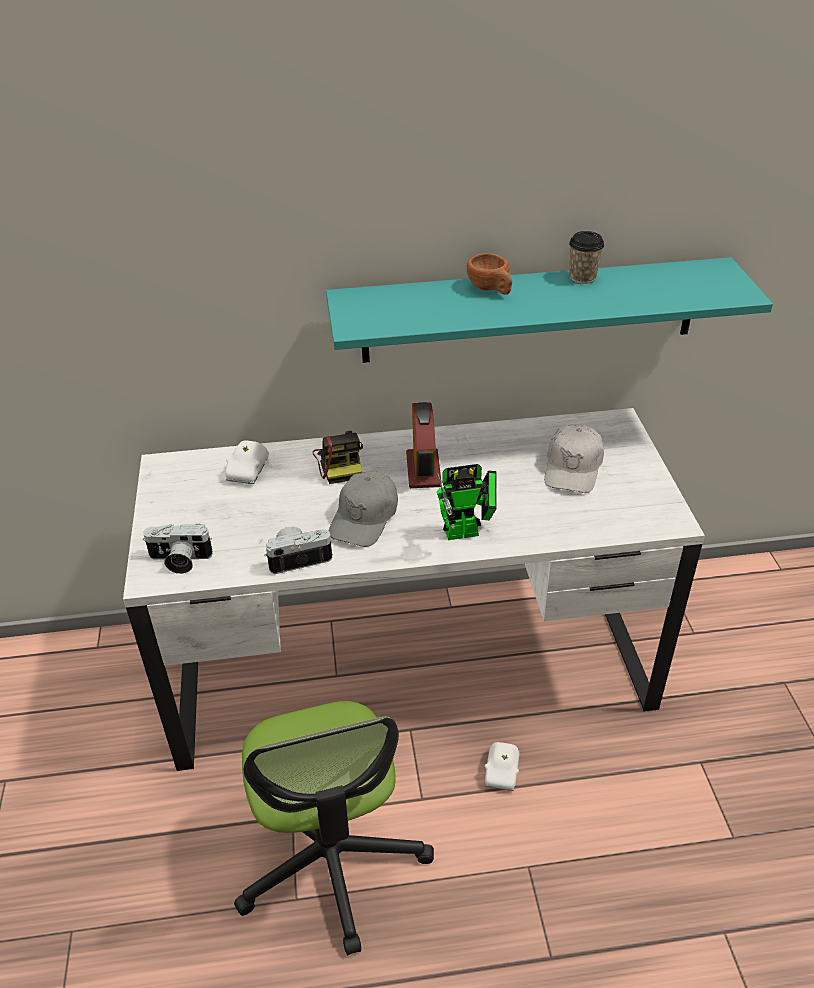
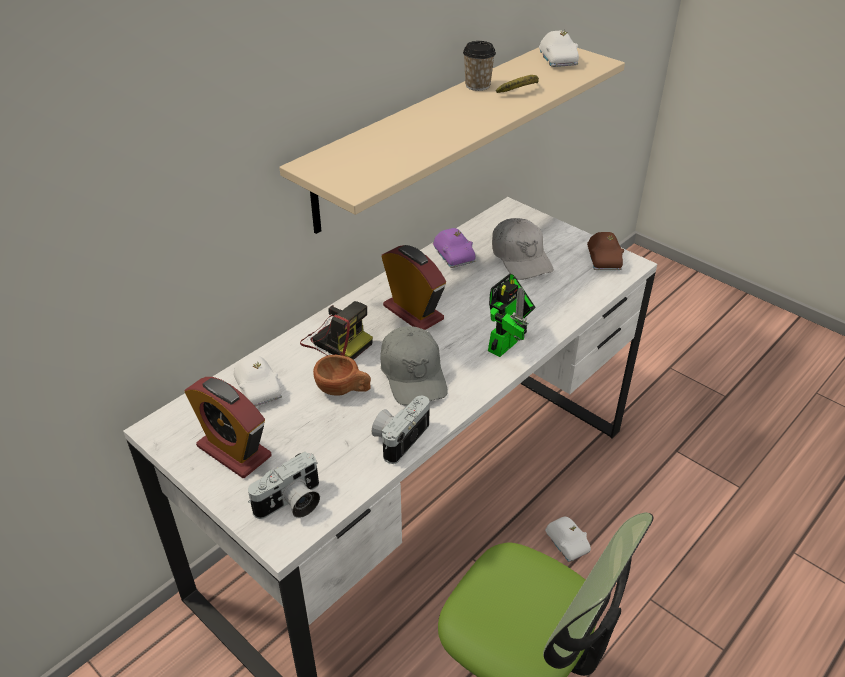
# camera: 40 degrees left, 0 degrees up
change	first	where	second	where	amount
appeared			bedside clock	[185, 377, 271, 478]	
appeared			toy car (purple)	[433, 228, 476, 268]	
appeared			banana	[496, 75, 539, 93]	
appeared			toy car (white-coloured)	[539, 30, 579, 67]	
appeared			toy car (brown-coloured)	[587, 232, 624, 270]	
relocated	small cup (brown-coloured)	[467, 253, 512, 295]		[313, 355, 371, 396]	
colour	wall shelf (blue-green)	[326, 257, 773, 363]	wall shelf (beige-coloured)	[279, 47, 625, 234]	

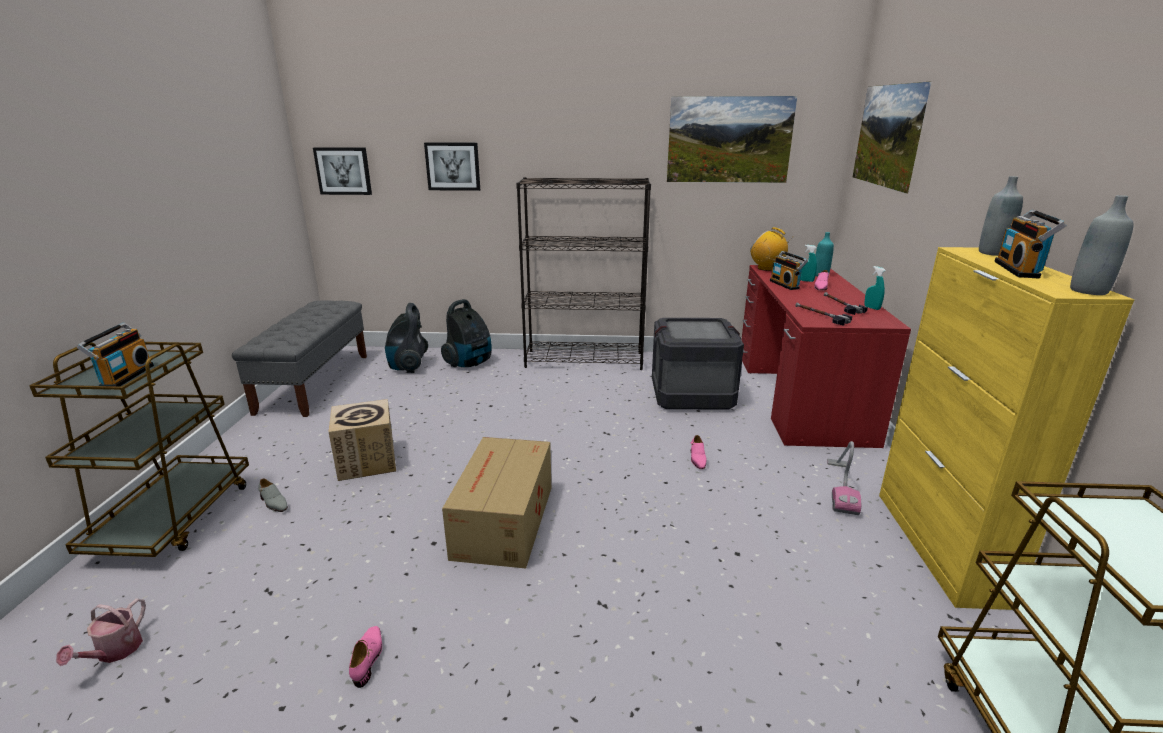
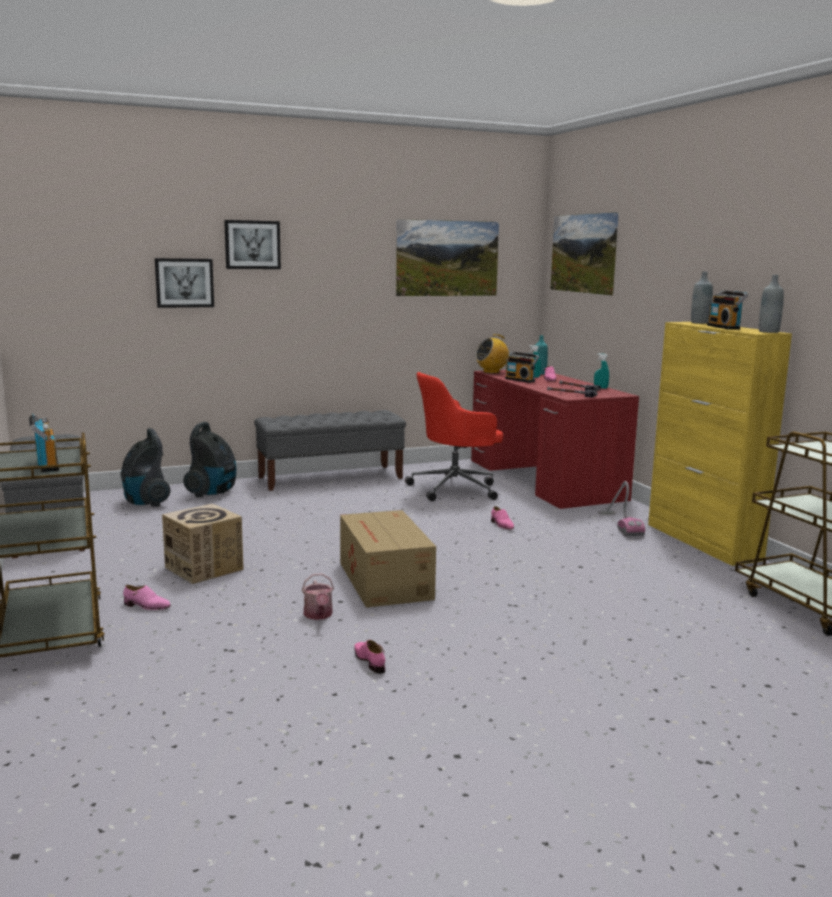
# camera: 25 degrees left, 10 degrees down
change	first	where	second	where	amount
relocated	watering pot	[56, 598, 146, 666]		[302, 573, 334, 620]	
relocated	picture	[313, 147, 372, 195]		[224, 220, 281, 269]	
exchanged	bookcase (black)	[516, 177, 651, 370]	indoor bench (grey)	[254, 410, 406, 491]	
exchanged	packing crate	[652, 318, 744, 410]	office chair (red)	[405, 372, 503, 501]	
colour	item of footwear (grey)	[258, 478, 288, 512]	item of footwear (pinkish)	[123, 585, 171, 610]	
spun	radio set	[750, 227, 791, 271]		[475, 334, 509, 373]	45 degrees counterclockwise

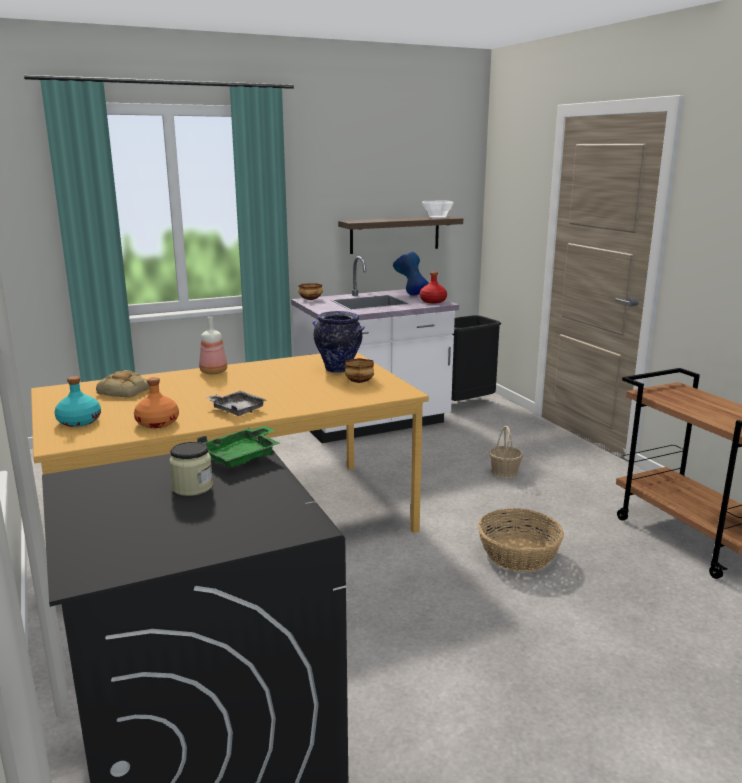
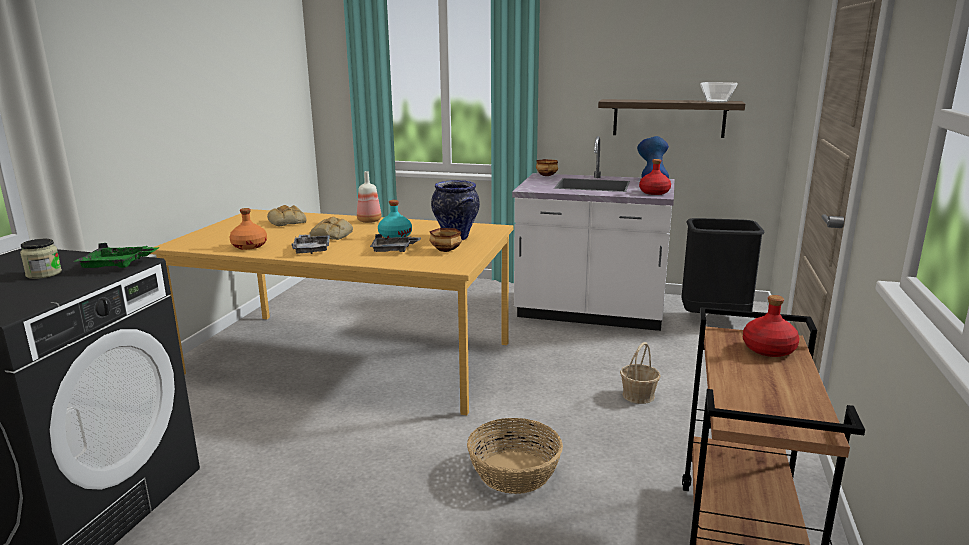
# camera: 40 degrees right, 0 degrees up
change	first	where	second	where	amount
appeared			baked bread	[309, 217, 353, 240]	
appeared			tray (grey)	[370, 234, 421, 252]	
appeared			beverage bottle (red)	[743, 295, 800, 357]	
relocated	beverage bottle (blue-green)	[54, 376, 101, 427]		[378, 200, 412, 238]	

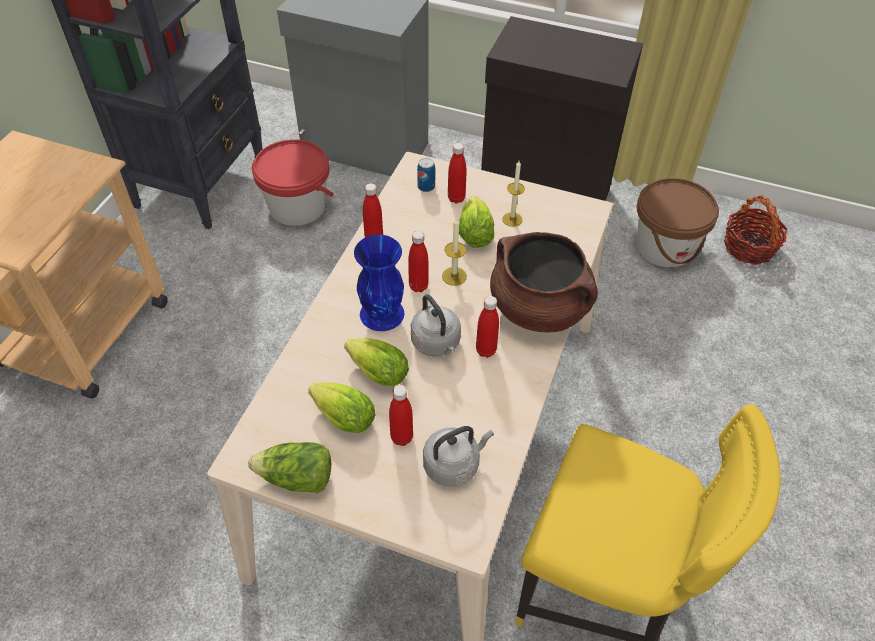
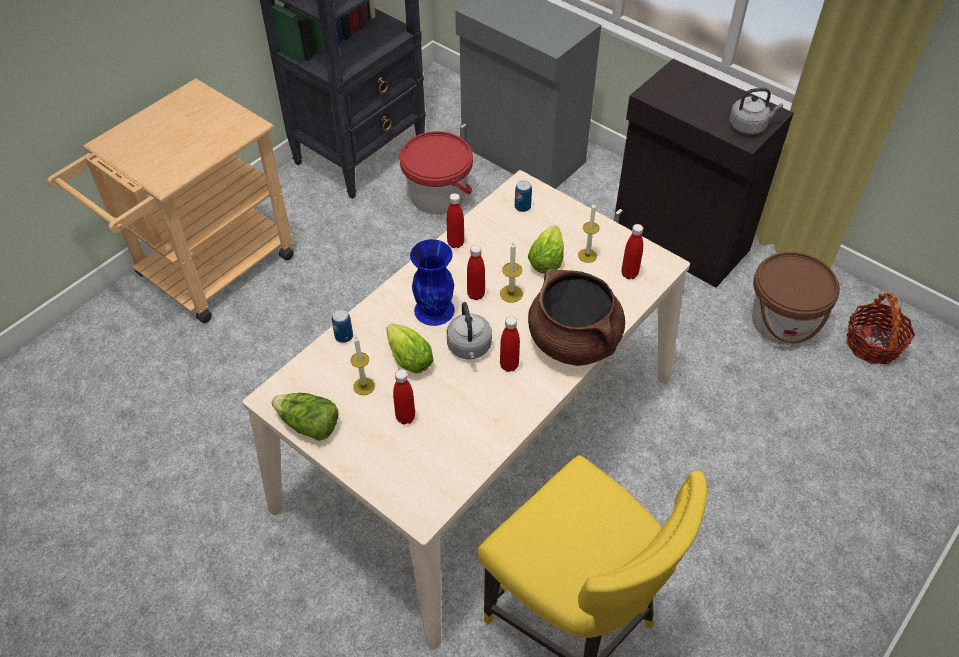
# camera: 20 degrees right, 0 degrees up
change	first	where	second	where	amount
appeared			sealed can	[332, 309, 353, 343]	
relocated	water kettle (grey)	[423, 426, 494, 487]		[729, 88, 783, 134]	
relocated	beverage bottle (red)	[448, 143, 467, 204]		[621, 224, 643, 279]	
exchanged	lettuce head	[308, 383, 375, 433]	wax candle	[350, 337, 375, 395]	

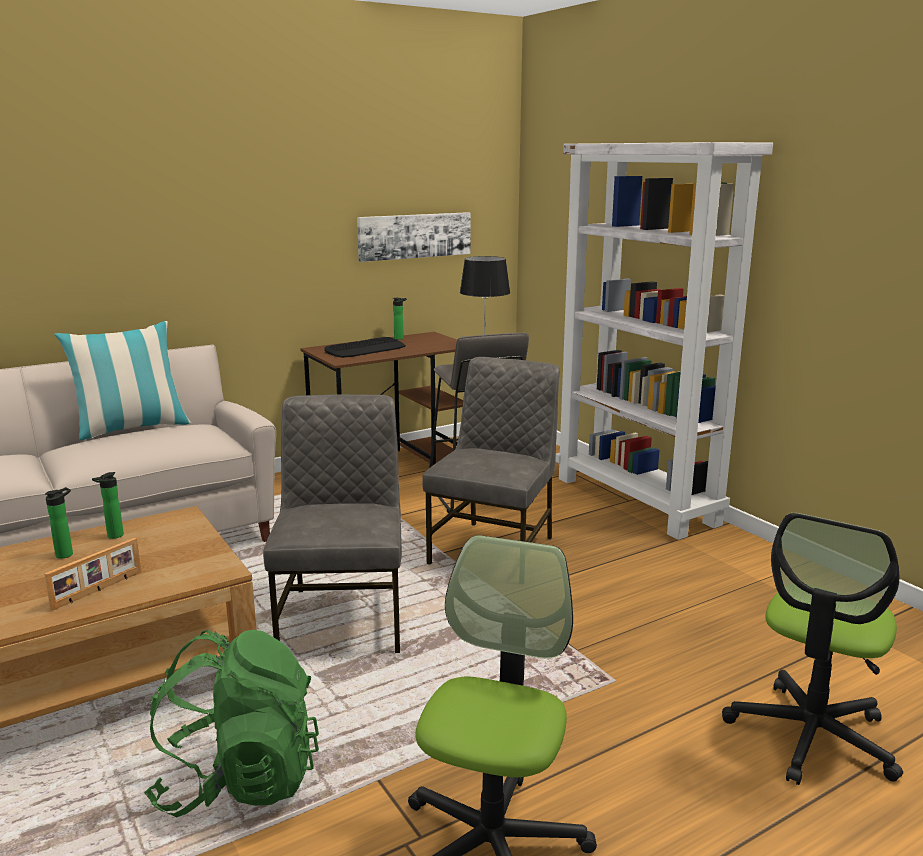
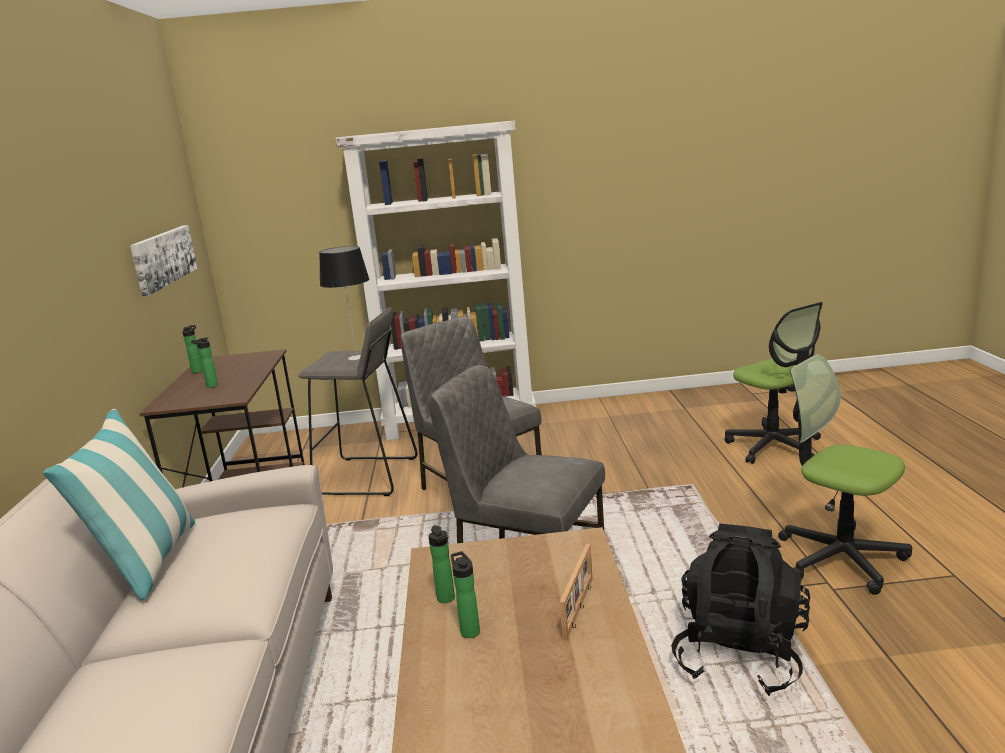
# camera: 60 degrees left, 0 degrees up
change	first	where	second	where	amount
exchanged	keyboard	[324, 337, 406, 358]	beverage bottle	[191, 337, 218, 388]	
colour	backpack (green)	[144, 630, 319, 817]	backpack (black)	[671, 523, 811, 696]	
spun	photo frame	[44, 538, 141, 611]		[560, 544, 593, 640]	45 degrees clockwise

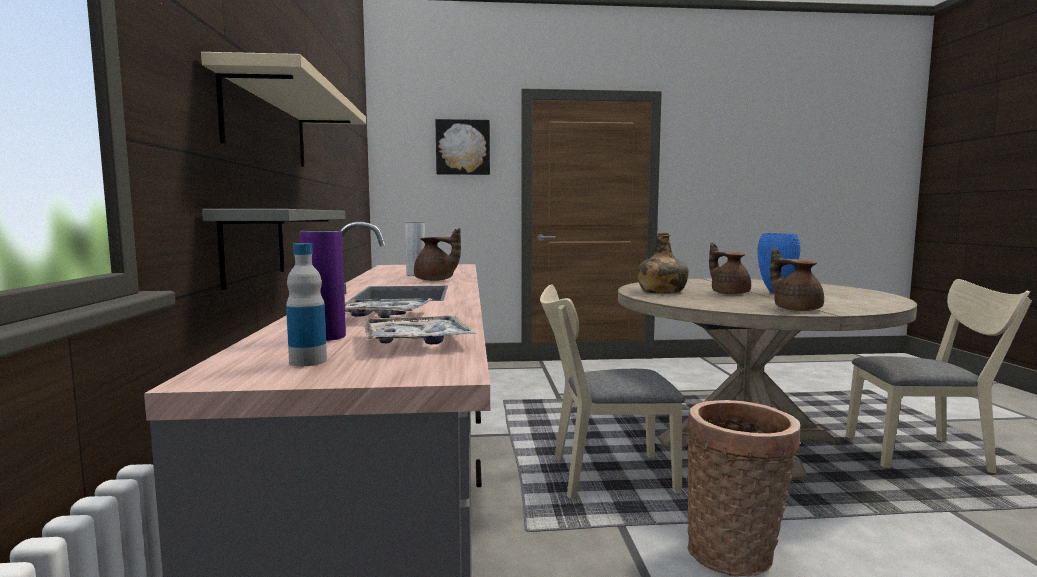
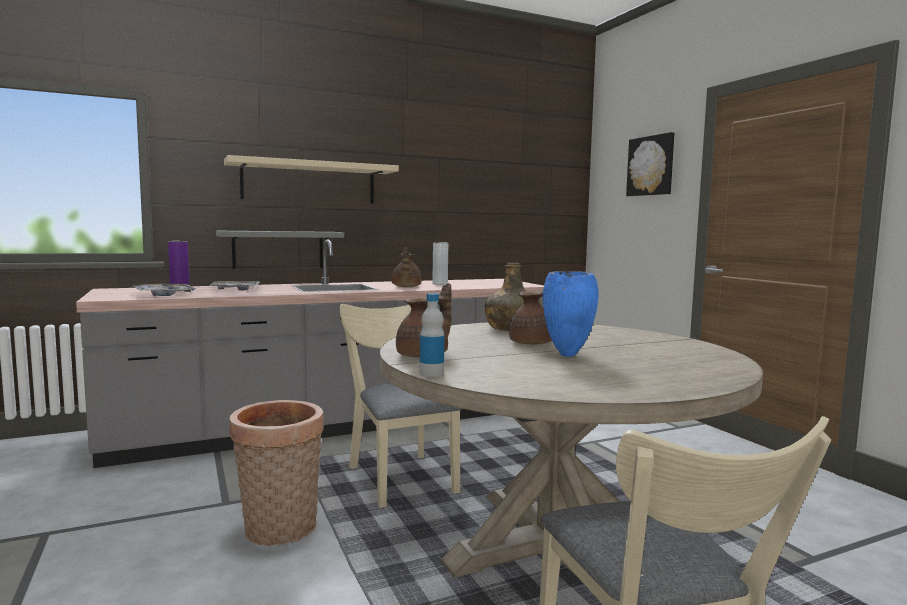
# camera: 70 degrees right, 0 degrees up
change	first	where	second	where	amount
relocated	beverage bottle	[286, 243, 327, 366]		[420, 293, 444, 377]	

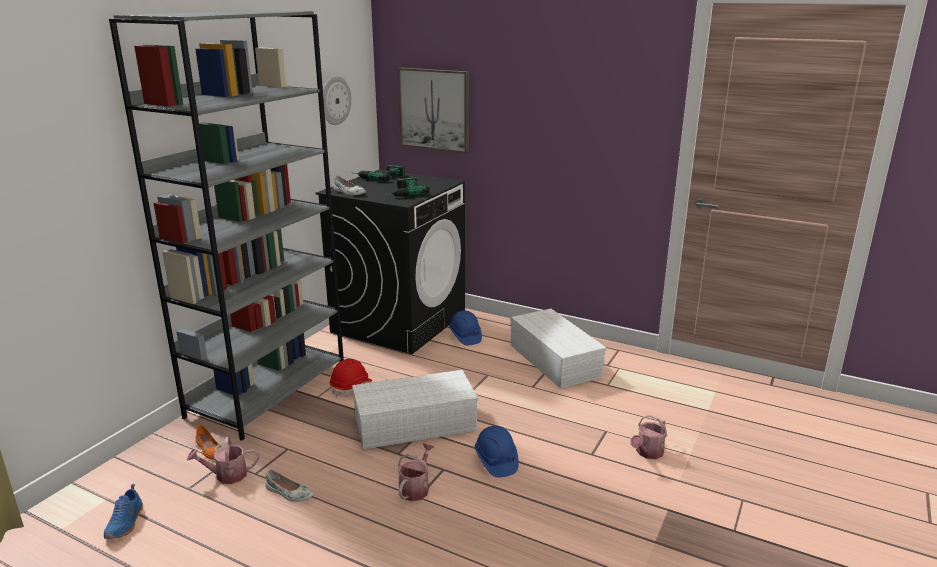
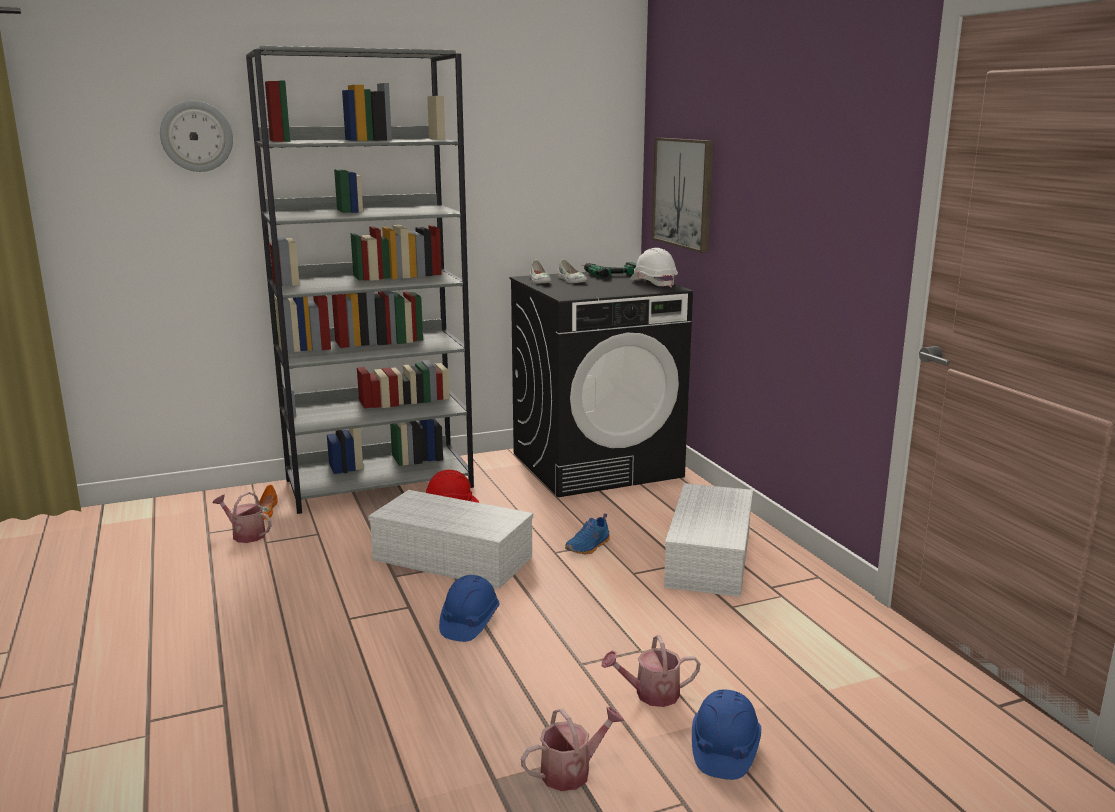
# camera: 40 degrees right, 5 degrees down
change	first	where	second	where	amount
missing	drill	[384, 177, 430, 197]			
appeared			work helmet (white-coloured)	[630, 248, 678, 288]	
relocated	item of footwear (blue)	[104, 484, 143, 539]		[565, 513, 610, 555]	
relocated	item of footwear (white-coloured)	[265, 470, 313, 502]		[558, 260, 587, 283]	
relocated	clock on the wall	[323, 76, 351, 125]		[160, 101, 233, 172]	
relocated	watering pot	[398, 443, 435, 501]		[521, 706, 624, 791]	
relocated	work helmet (blue)	[449, 310, 482, 345]		[692, 689, 761, 780]	

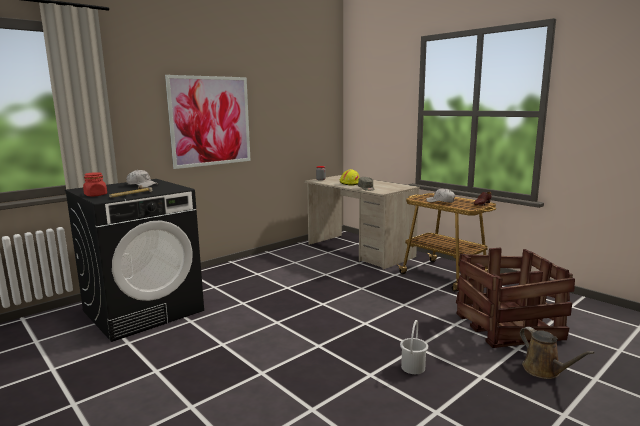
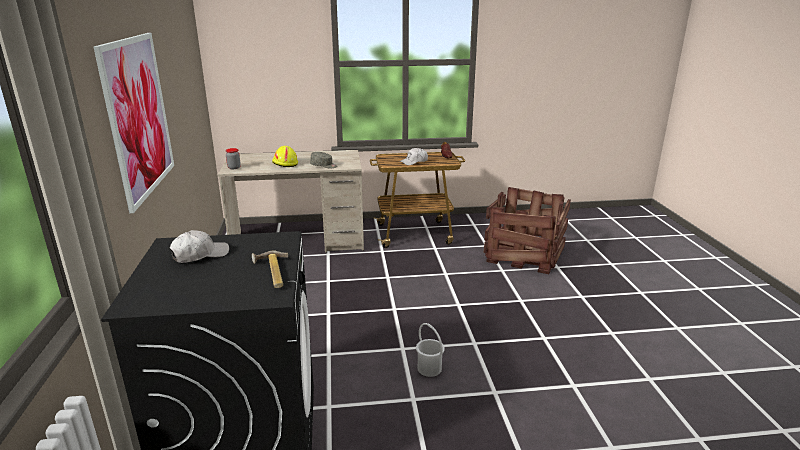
# camera: 55 degrees left, 10 degrees up
change	first	where	second	where	amount
missing	storage jar (red)	[83, 172, 107, 196]			
missing	watering pot (brown-coloured)	[520, 327, 595, 379]			
relocated	pail (white-coloured)	[400, 320, 428, 374]		[416, 323, 445, 377]	

